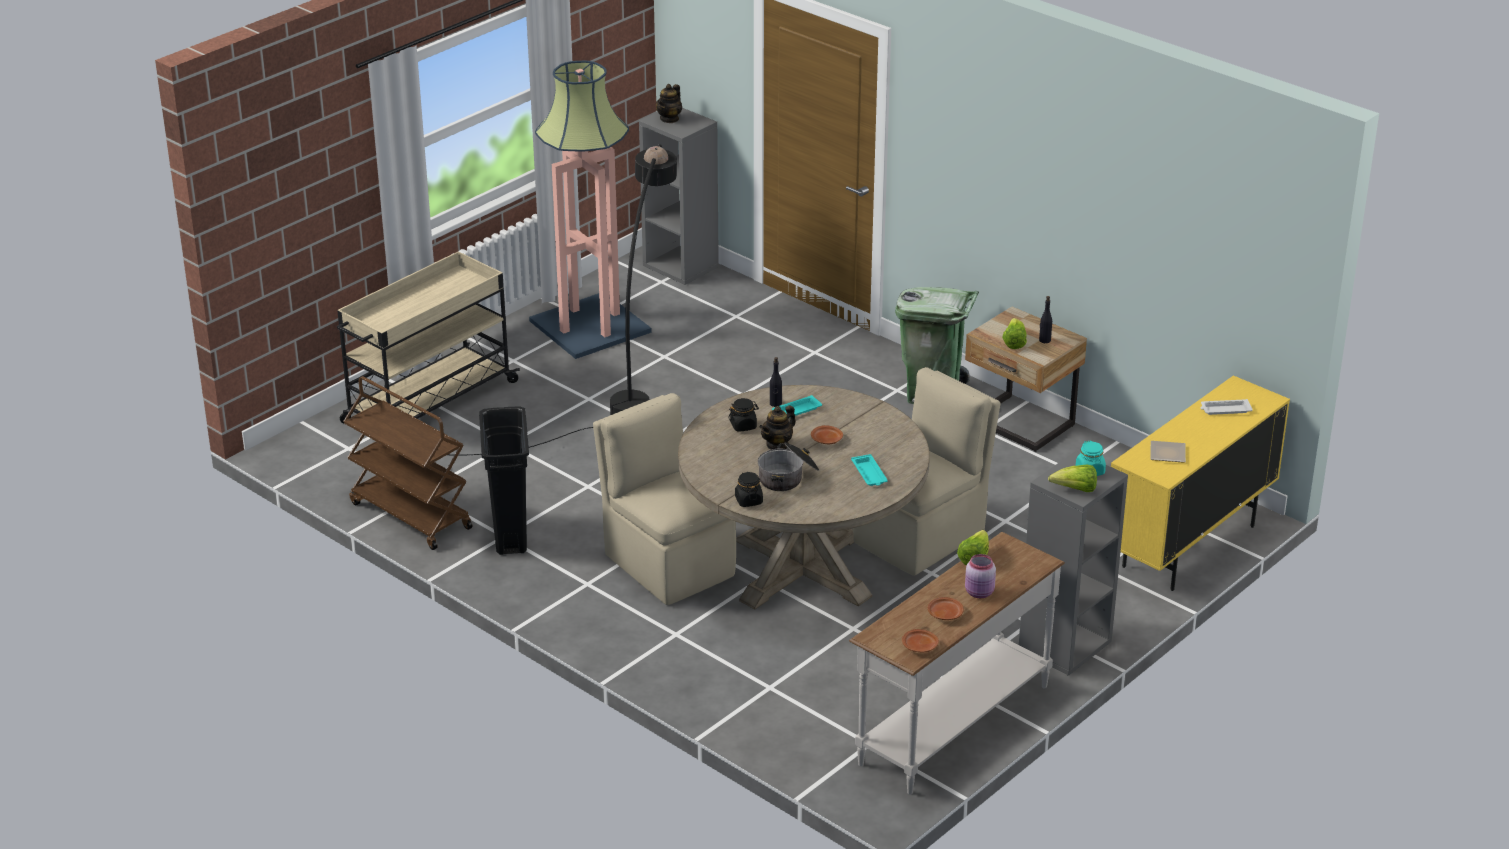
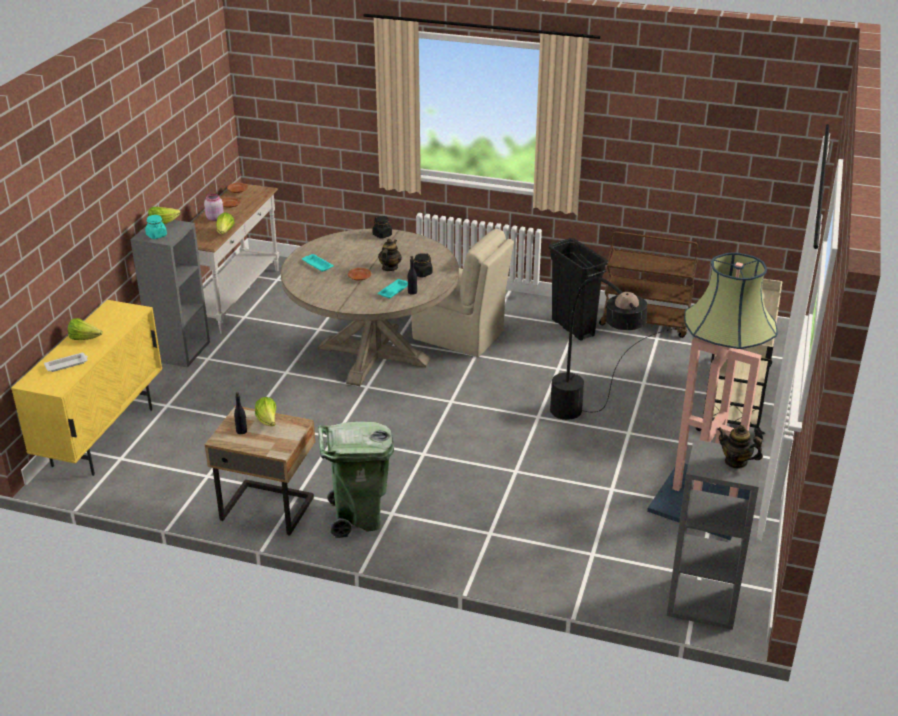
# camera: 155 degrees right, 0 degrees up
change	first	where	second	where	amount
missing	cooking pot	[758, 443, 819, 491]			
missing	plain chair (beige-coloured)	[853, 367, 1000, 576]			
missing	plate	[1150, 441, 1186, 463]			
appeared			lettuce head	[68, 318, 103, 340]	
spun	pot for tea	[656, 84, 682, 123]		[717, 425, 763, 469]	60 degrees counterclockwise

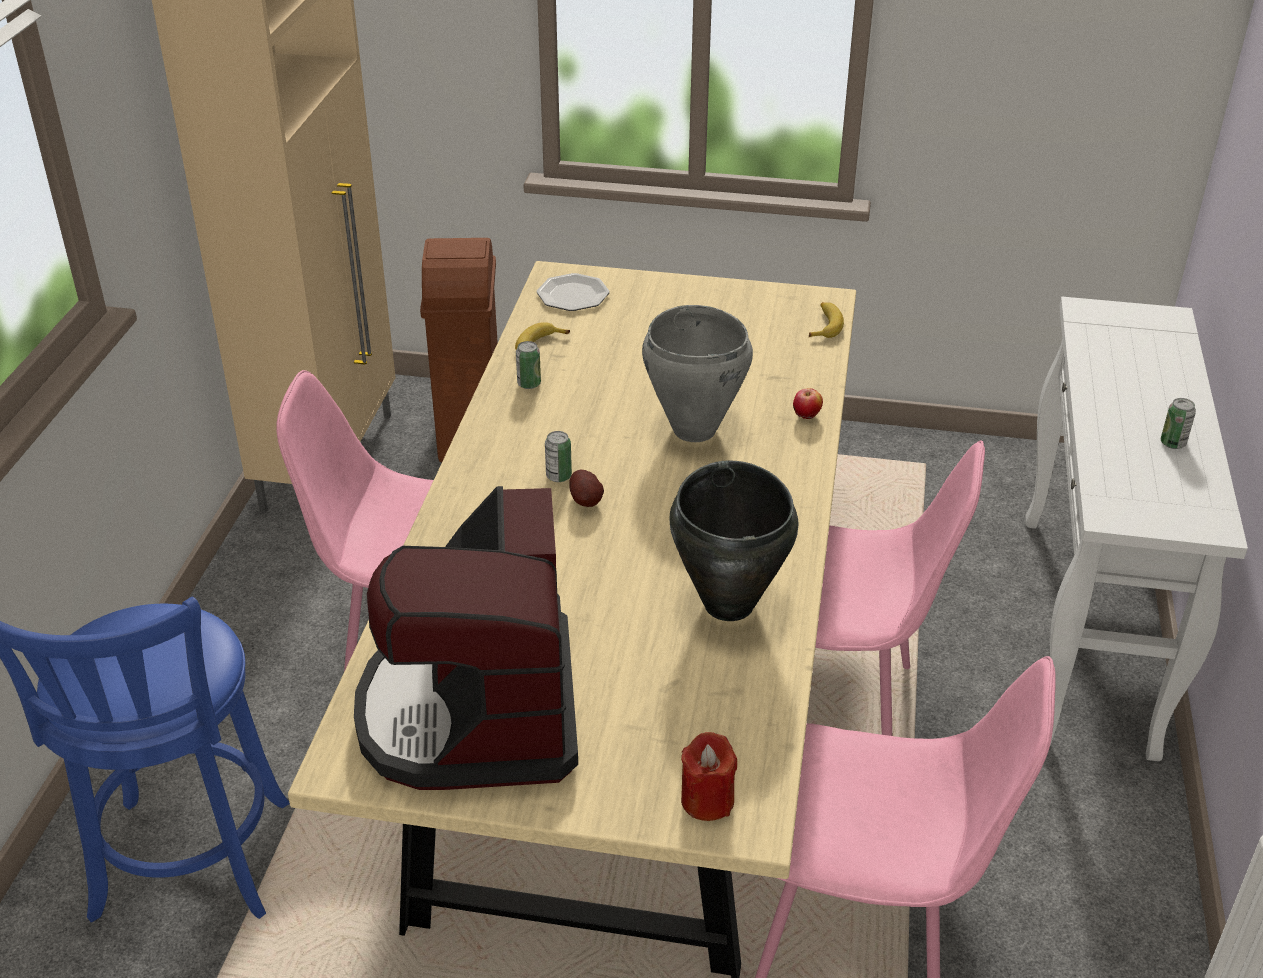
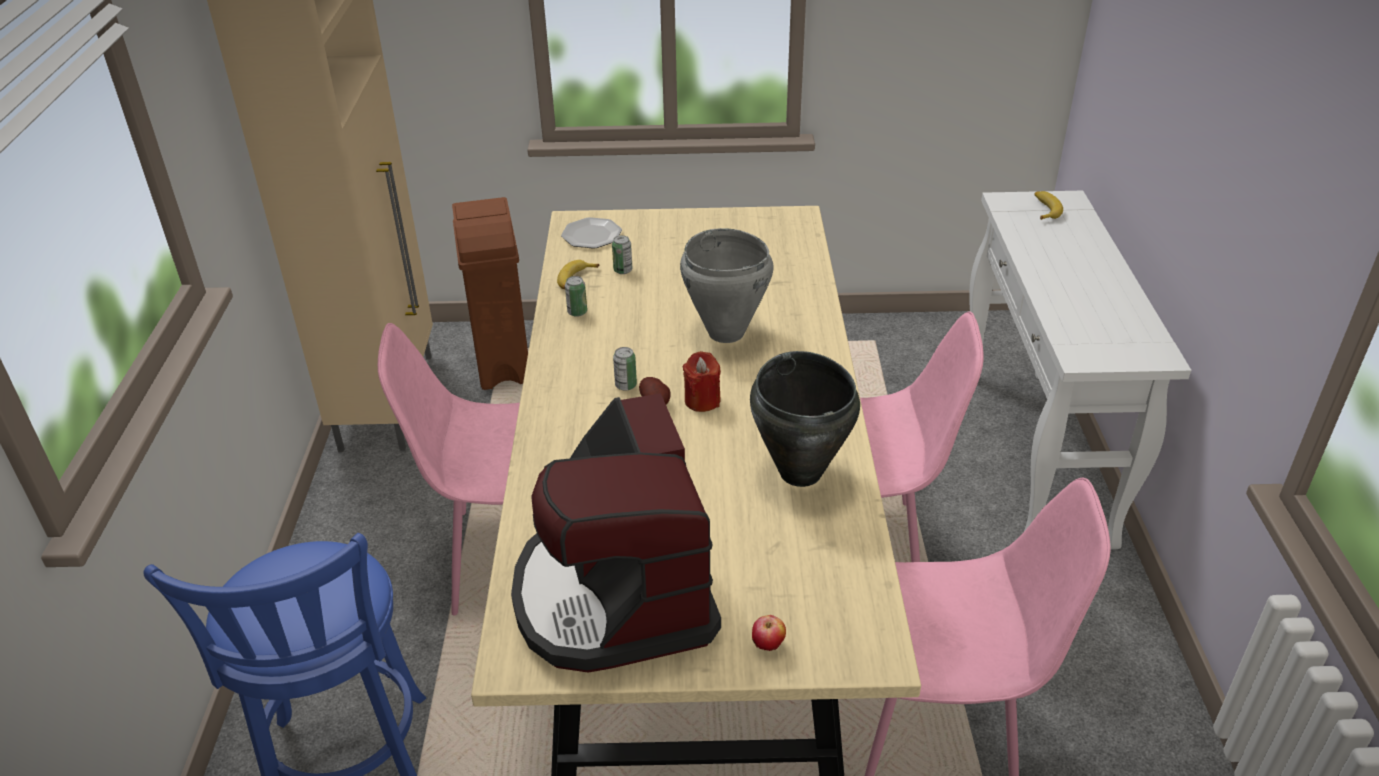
# camera: 10 degrees left, 0 degrees up
change	first	where	second	where	amount
relocated	wax candle (red)	[681, 732, 737, 821]		[683, 351, 721, 412]	
relocated	apple fruit	[793, 388, 823, 419]		[752, 615, 786, 651]	
relocated	banana	[809, 302, 844, 338]		[1034, 191, 1063, 220]	
relocated	sealed can	[1161, 398, 1196, 449]		[612, 235, 632, 274]	

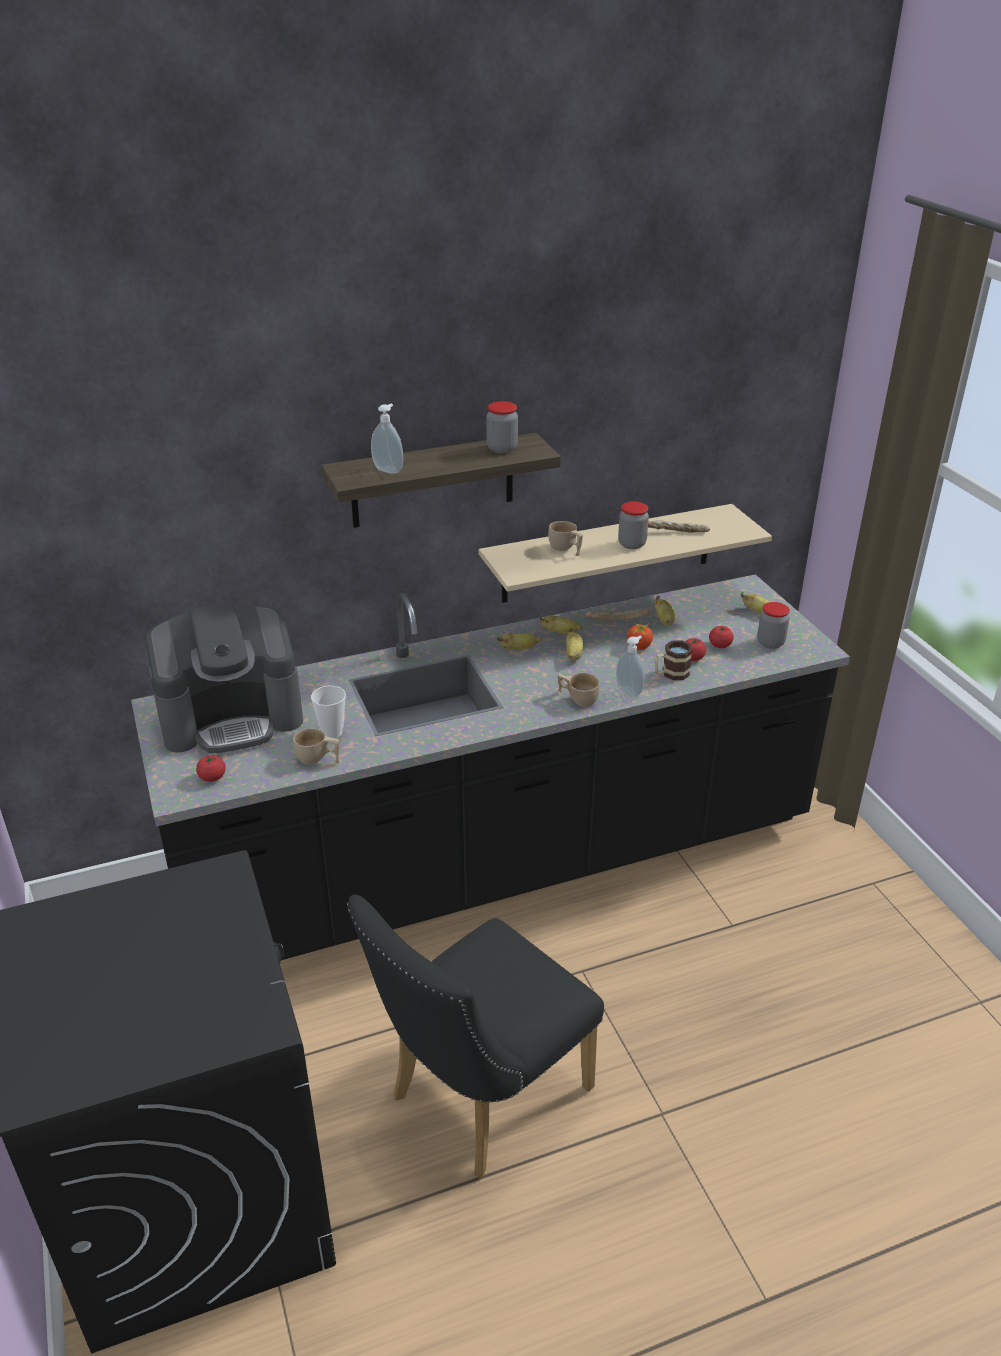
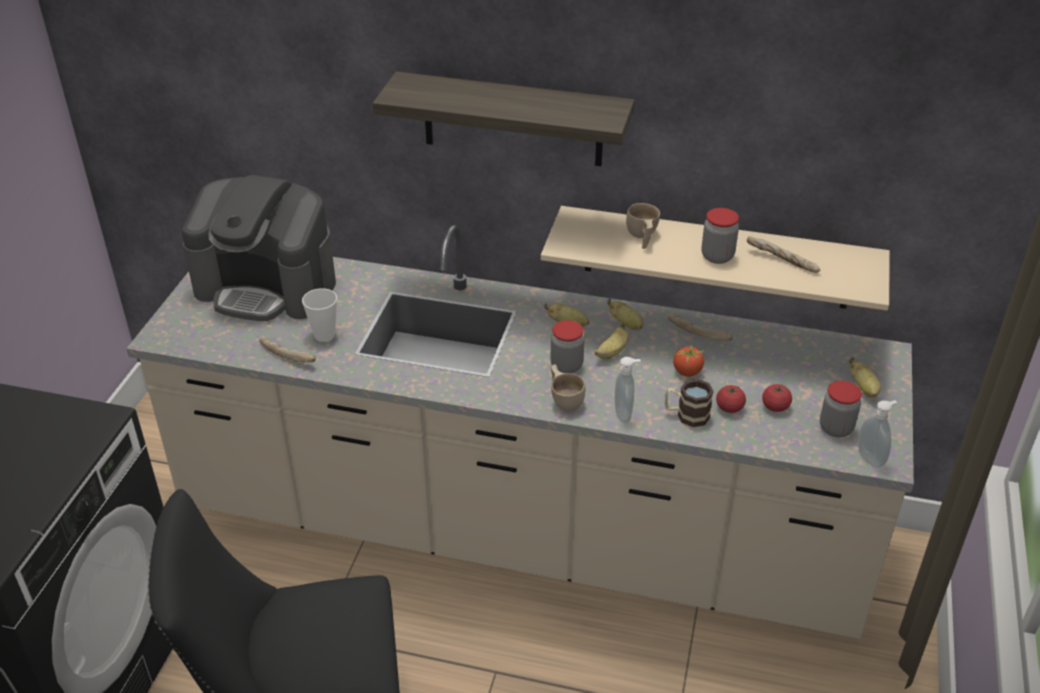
# camera: 35 degrees right, 5 degrees up
change	first	where	second	where	amount
missing	fresh tomato	[196, 755, 226, 782]			
missing	banana	[655, 596, 675, 626]			
relocated	soap bottle	[371, 404, 403, 474]		[858, 400, 897, 468]	
relocated	storage jar	[486, 401, 518, 453]		[551, 320, 584, 373]	
exchanged	small cup (beige-coloured)	[293, 728, 339, 764]	baked bread	[259, 336, 316, 362]	
colour	kitchen counter (black)	[131, 574, 850, 960]	kitchen counter (beige-coloured)	[126, 225, 914, 639]	

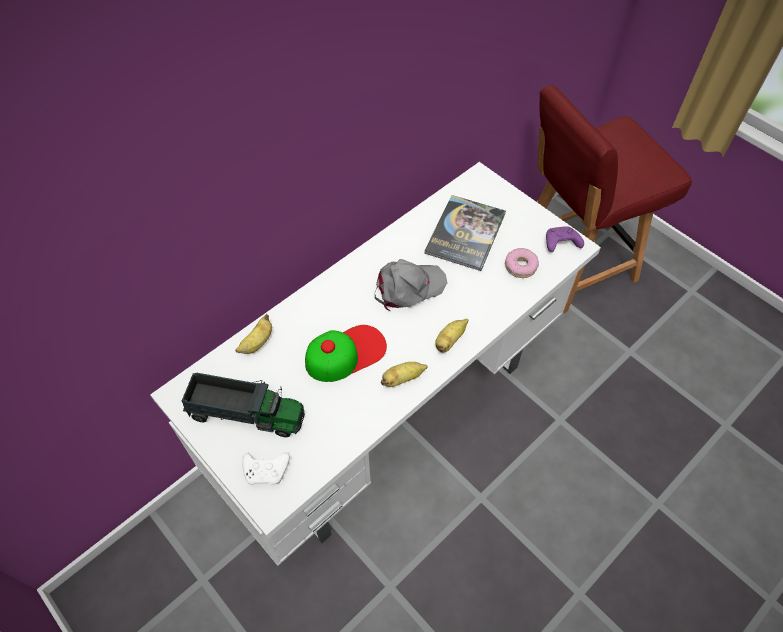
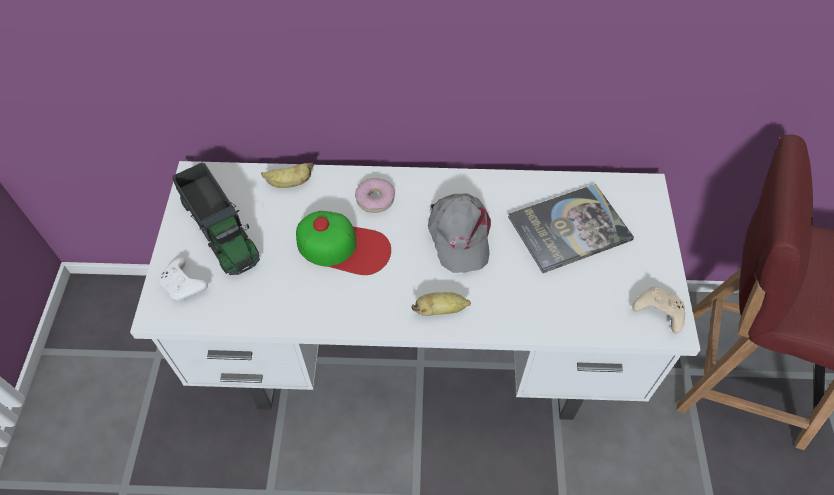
# camera: 45 degrees right, 0 degrees up
change	first	where	second	where	amount
missing	banana	[381, 362, 428, 387]			
relocated	doughnut	[505, 248, 539, 278]		[355, 178, 395, 213]	
colour	joypad (purple)	[546, 226, 584, 252]	joypad (beige-coloured)	[632, 286, 685, 334]	
spun	cap (grey)	[375, 259, 447, 311]		[428, 194, 491, 273]	60 degrees clockwise

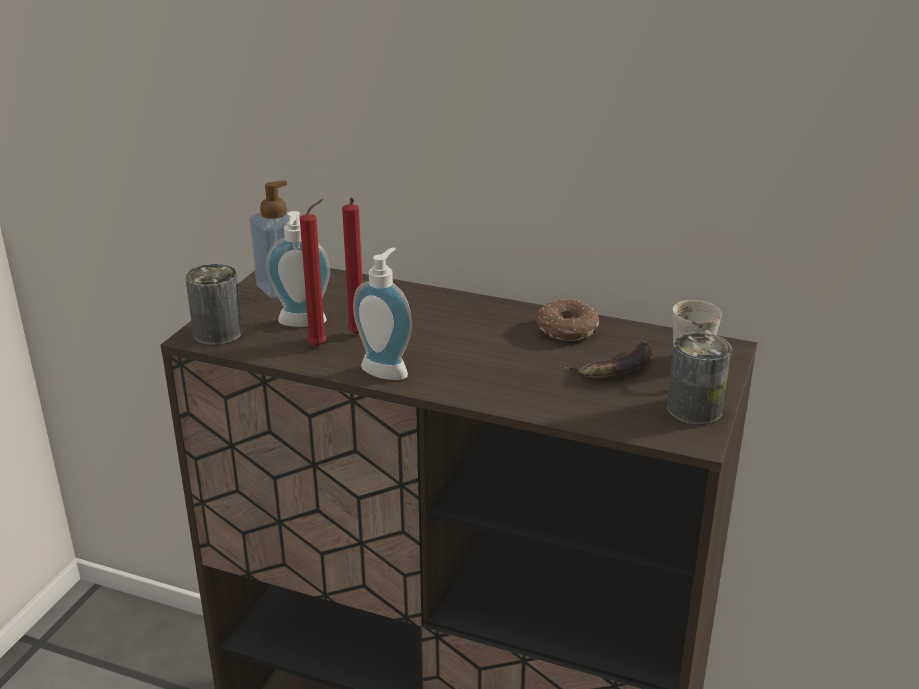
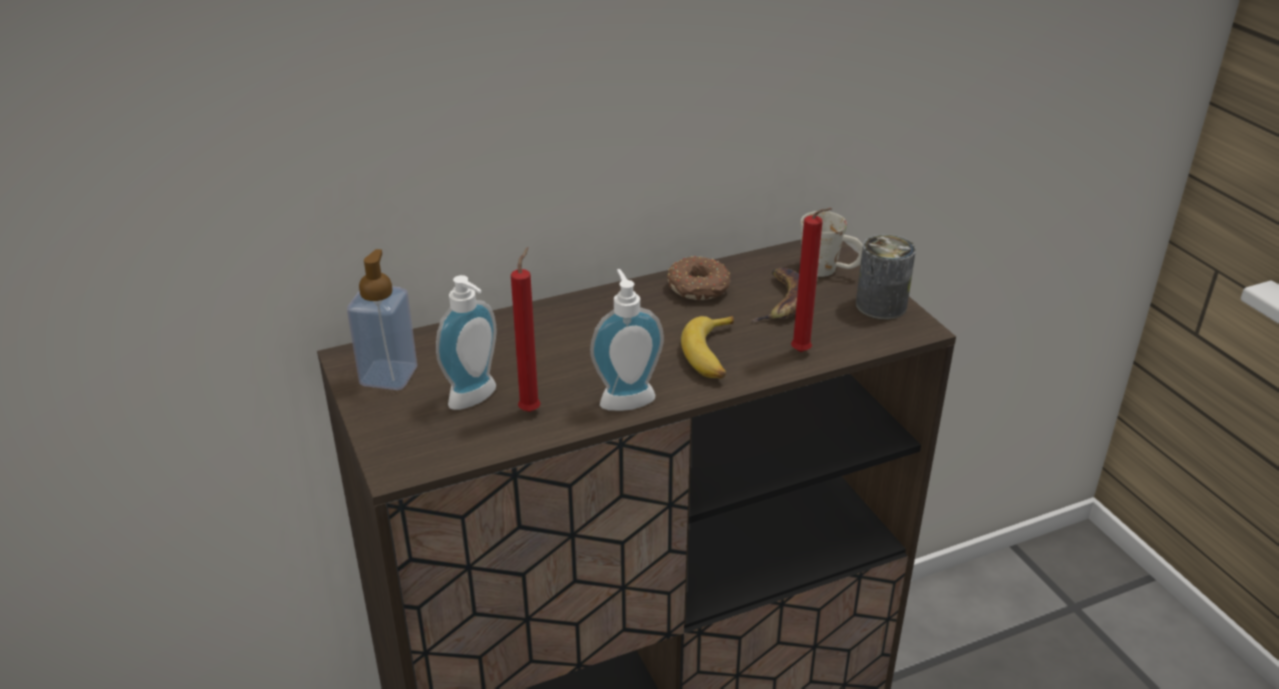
# camera: 45 degrees left, 5 degrees up
change	first	where	second	where	amount
missing	sealed can	[185, 264, 243, 345]			
appeared			banana	[681, 316, 734, 379]	
relocated	wax candle (red)	[342, 197, 363, 334]		[791, 208, 832, 352]	

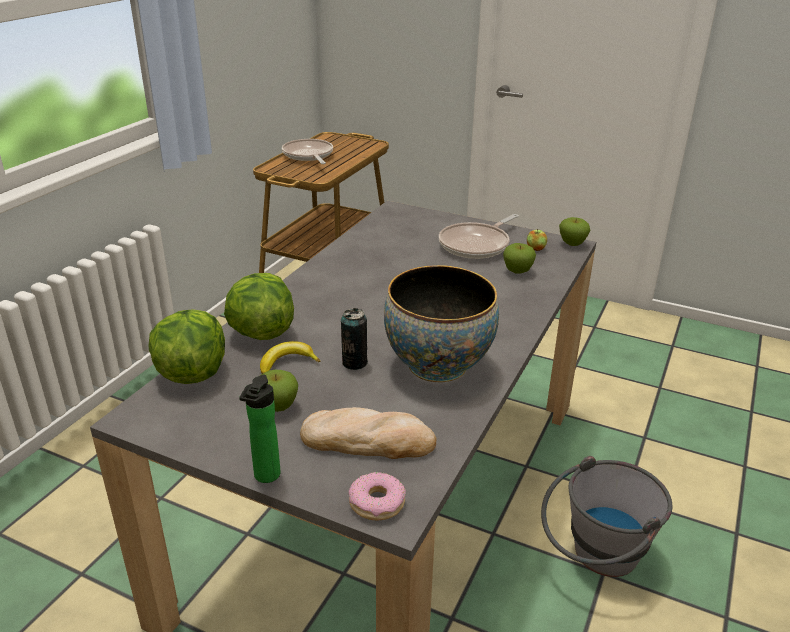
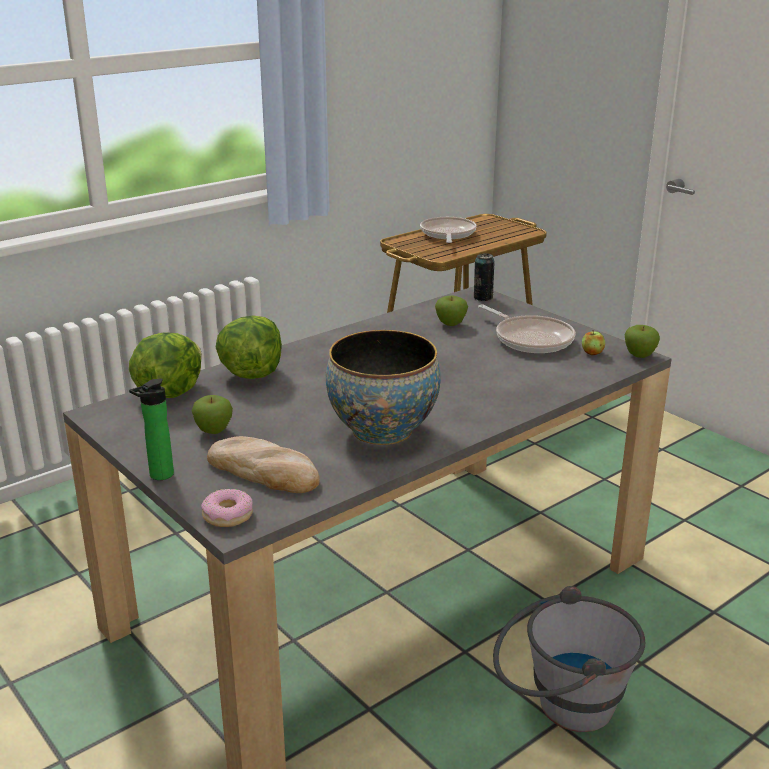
# camera: 25 degrees right, 5 degrees down
change	first	where	second	where	amount
missing	banana	[260, 341, 320, 374]			
relocated	sealed can	[341, 308, 368, 370]		[474, 253, 495, 301]	
relocated	apple fruit	[503, 243, 536, 274]		[435, 296, 468, 326]	
spun	pan	[439, 214, 519, 259]		[478, 305, 575, 353]	105 degrees counterclockwise

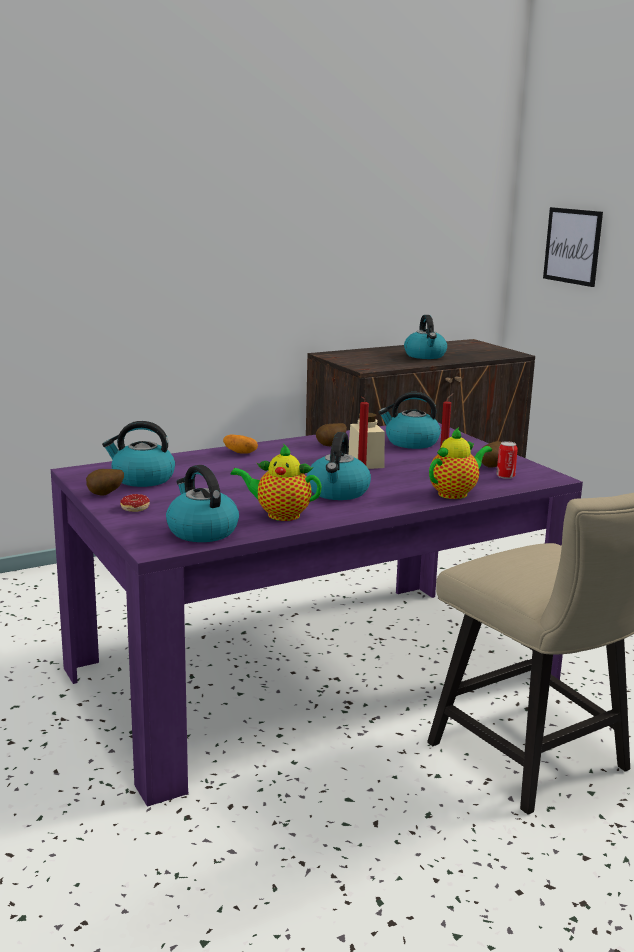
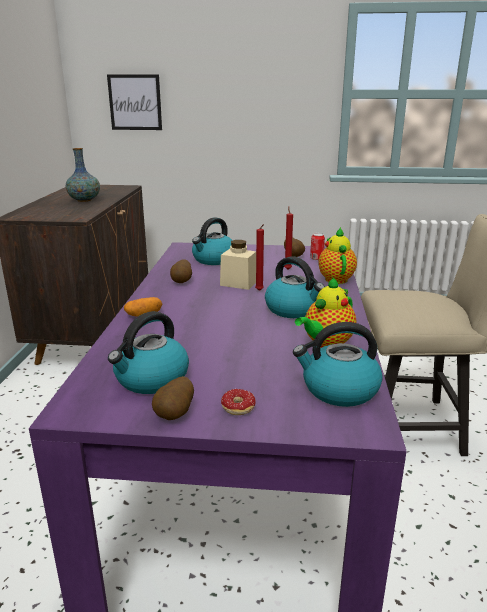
# camera: 55 degrees left, 5 degrees up
change	first	where	second	where	amount
exchanged	water kettle	[404, 315, 447, 359]	flower vase	[66, 148, 100, 202]	

